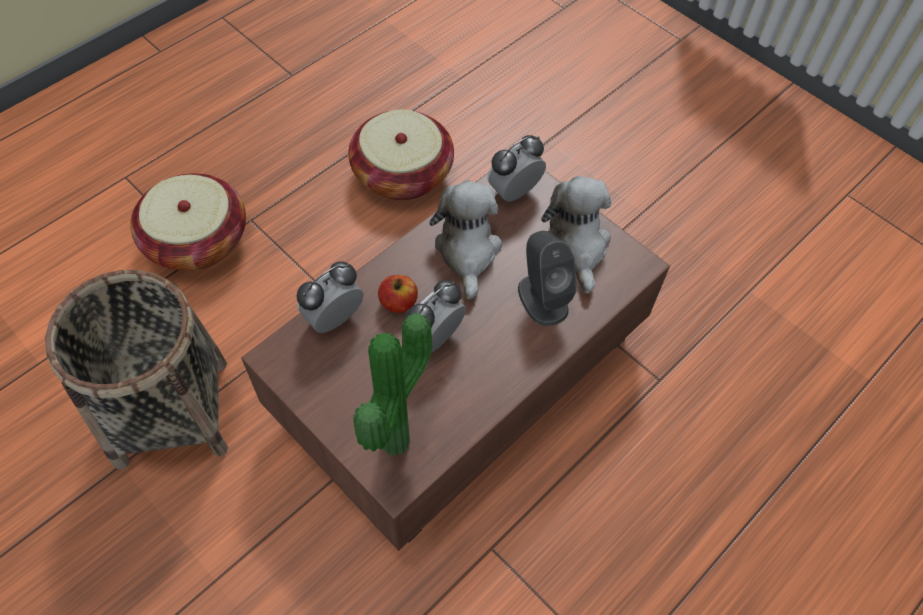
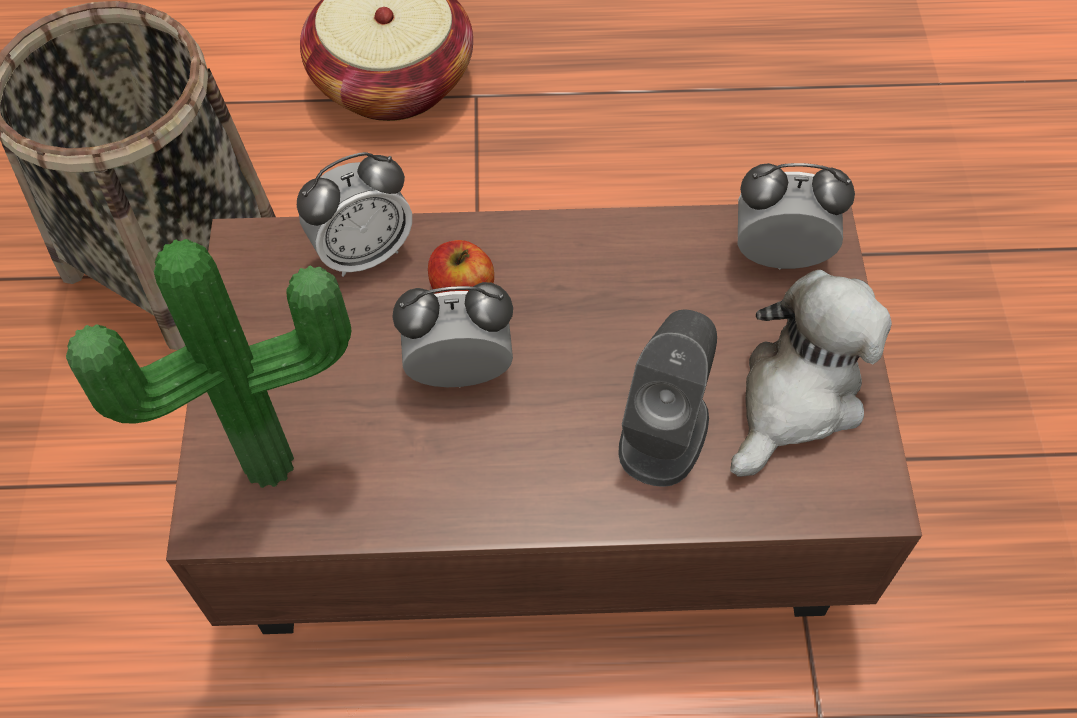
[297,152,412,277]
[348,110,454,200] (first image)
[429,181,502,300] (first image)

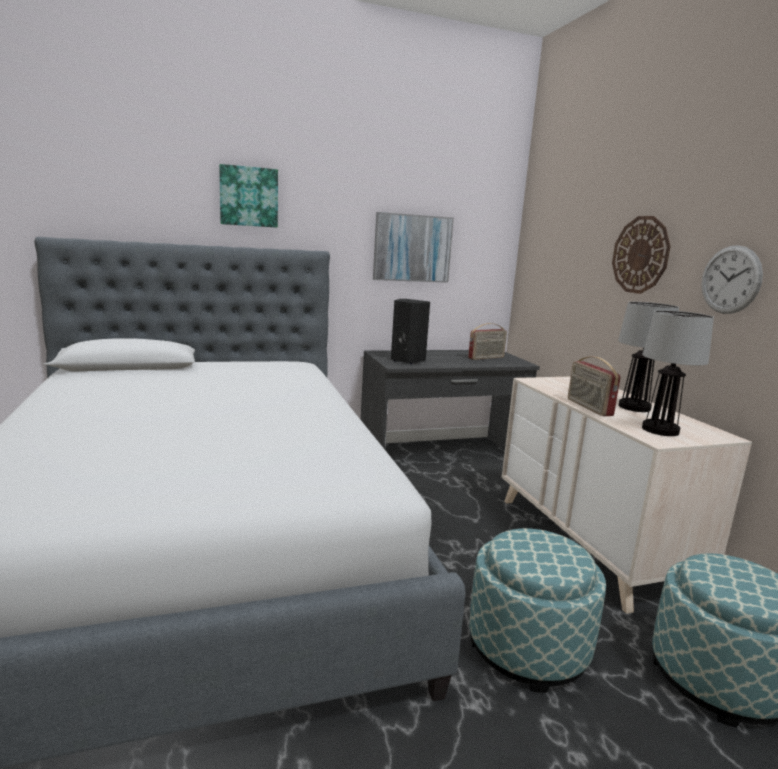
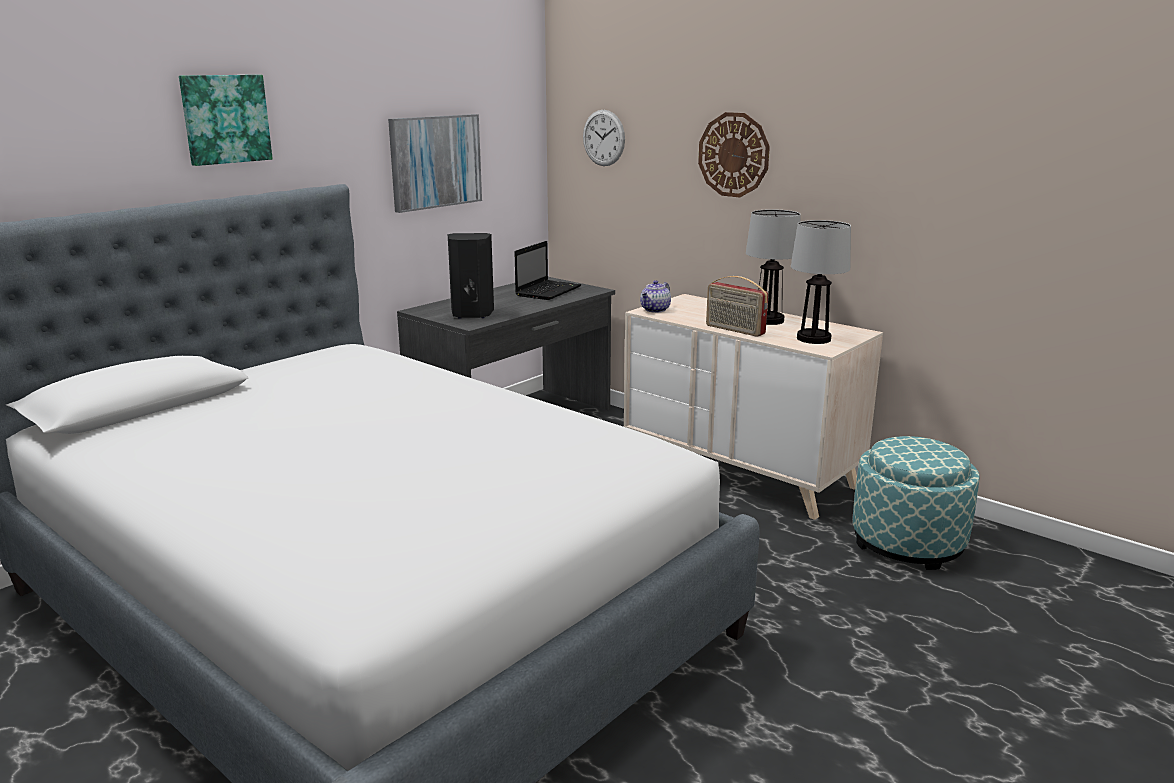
[514,241,581,300]
[583,110,625,166]
[640,280,671,313]
[469,528,606,693] (first image)

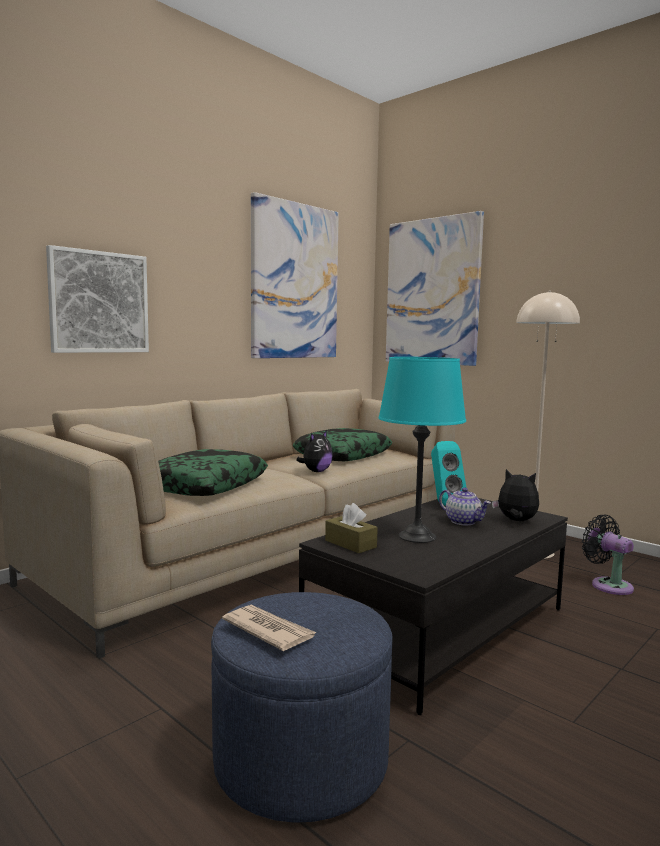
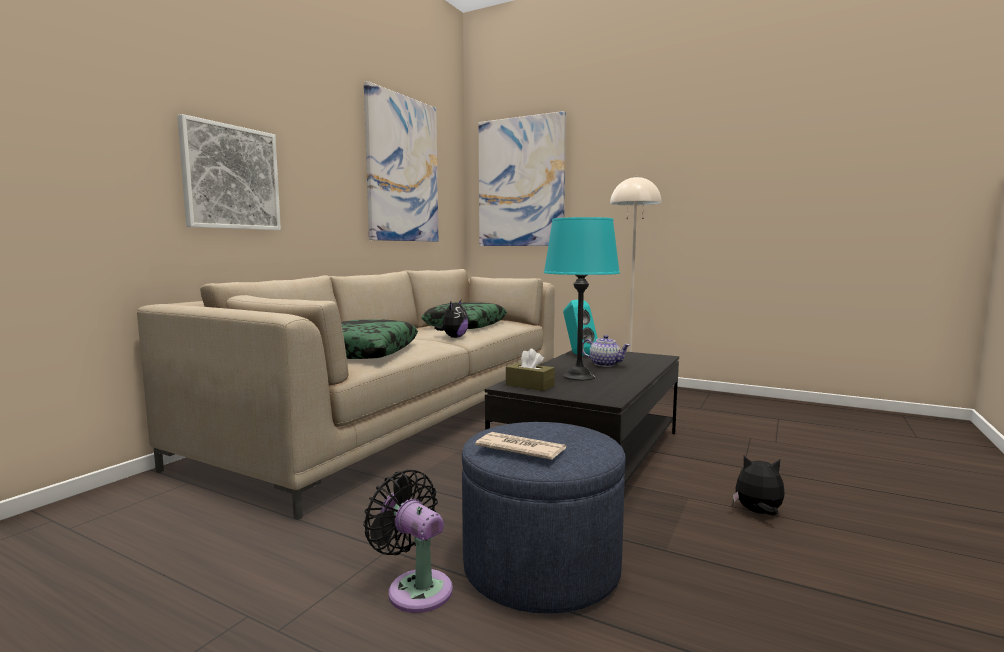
[363,470,453,613]
[733,456,785,515]

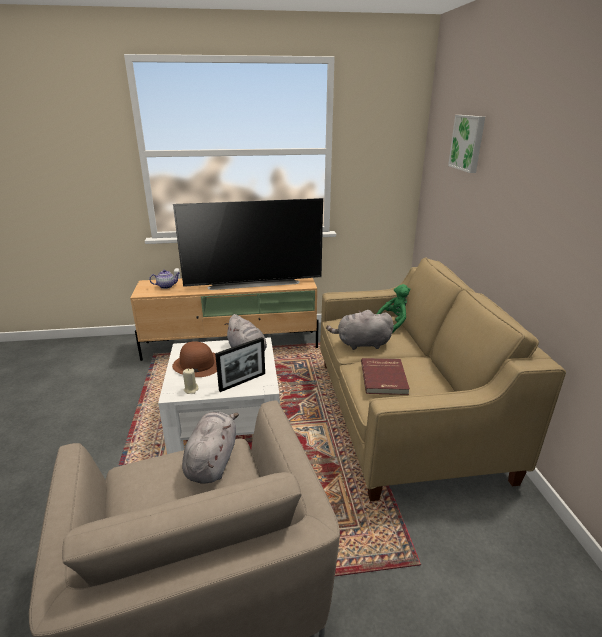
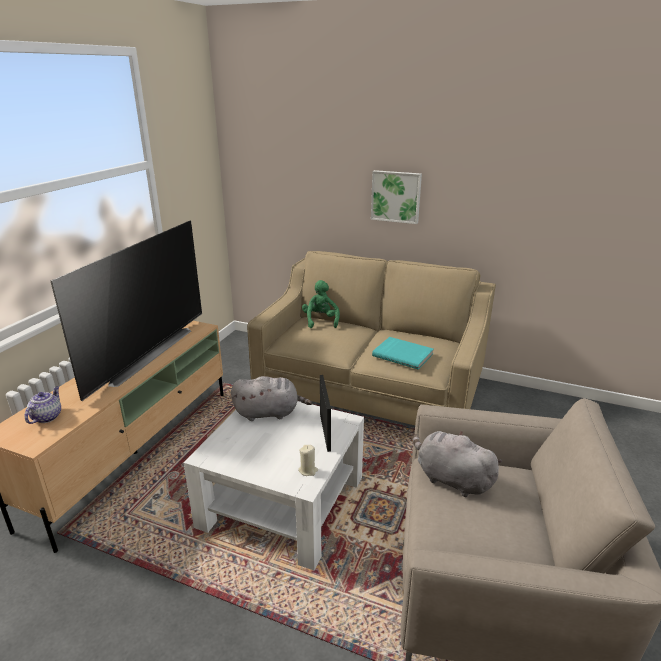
[371,170,422,224]
[372,337,434,370]
[172,341,217,377] (first image)
[326,310,394,350] (first image)

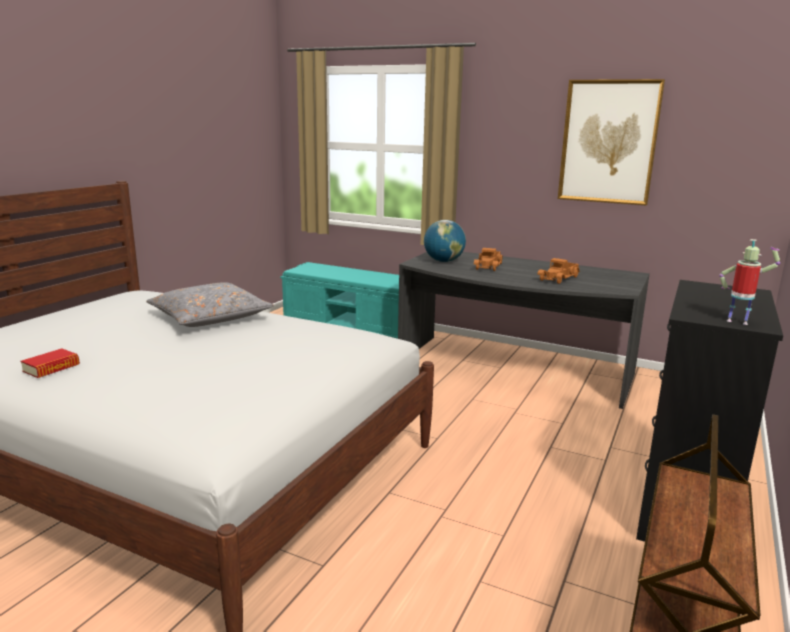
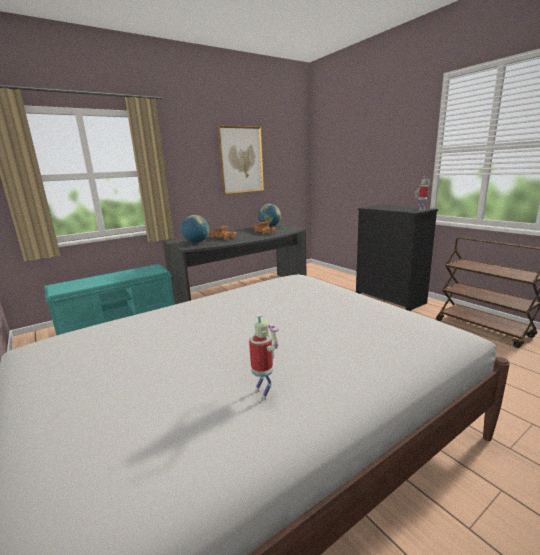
[249,314,279,400]
[258,204,281,227]
[146,282,274,327] (first image)

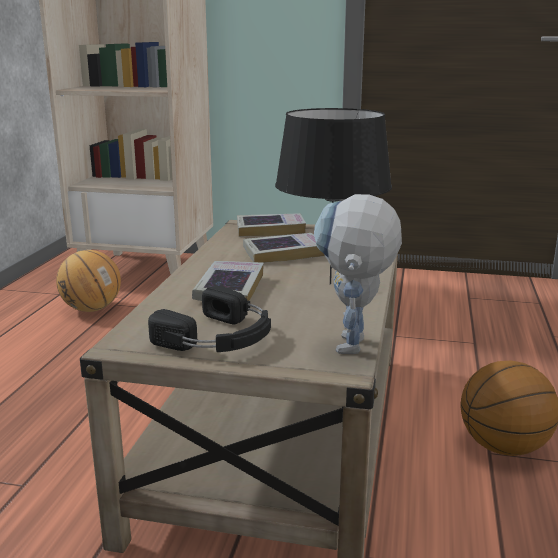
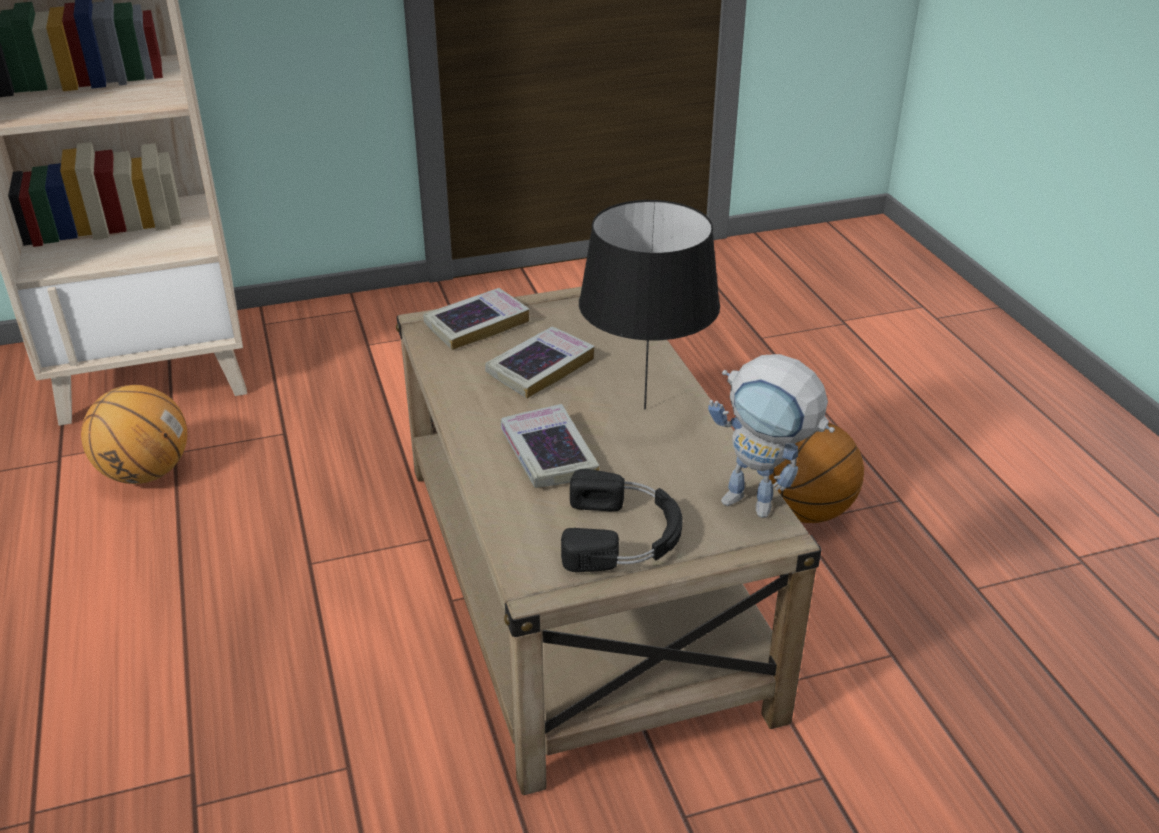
[708,354,835,518]

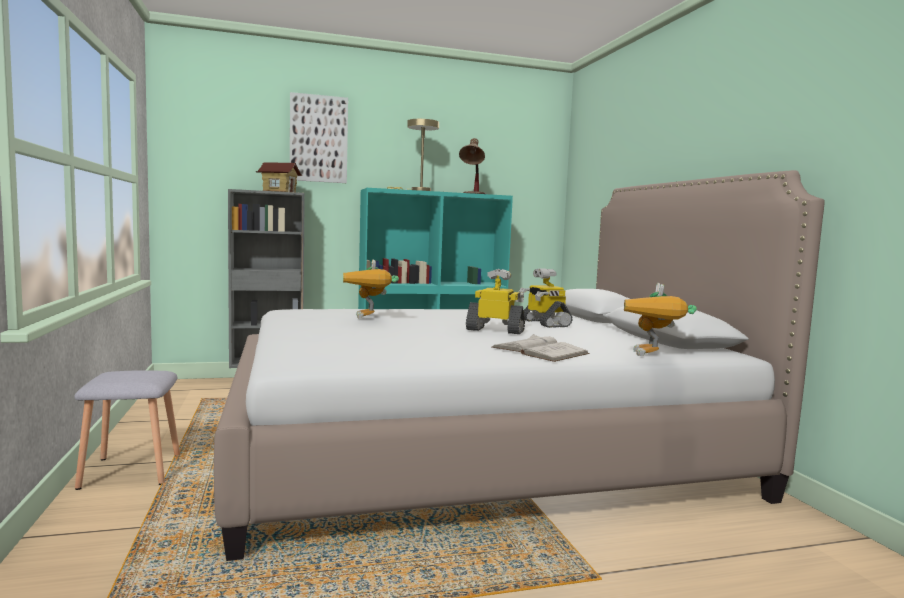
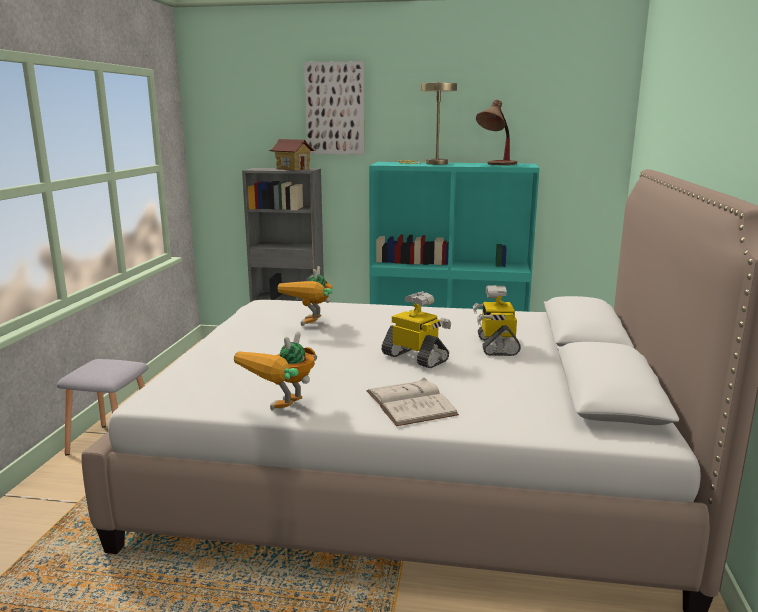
[234,331,317,410]

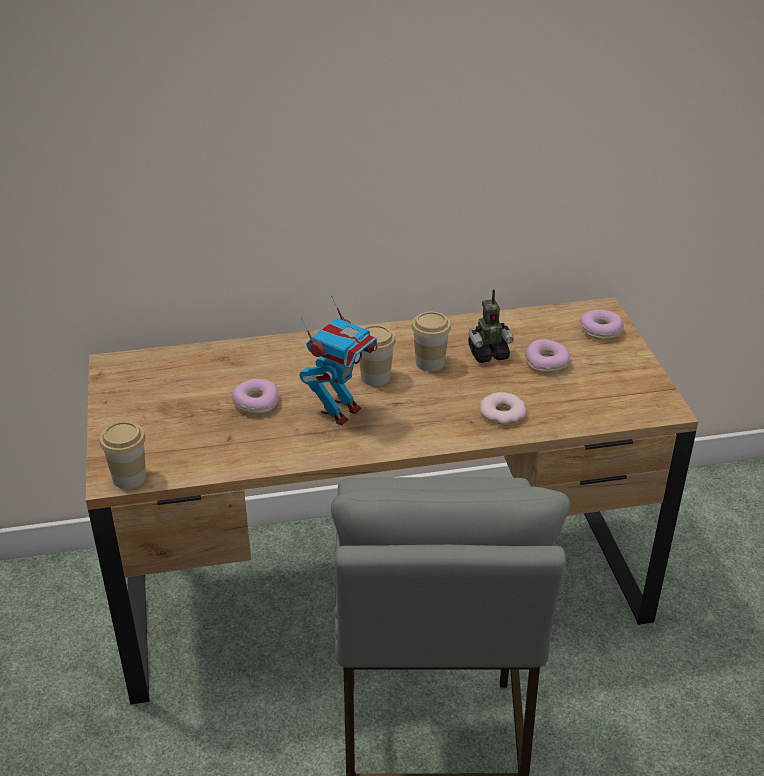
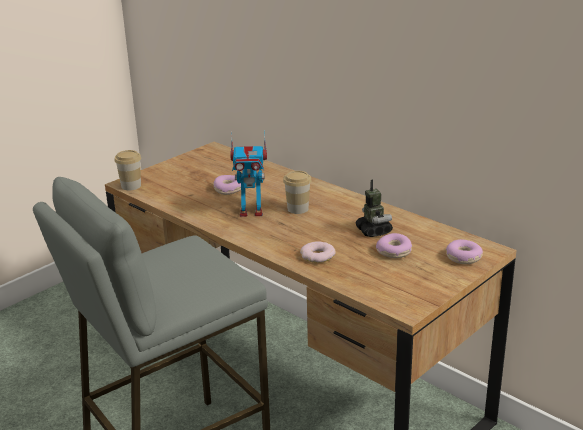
[355,179,393,237]
[412,312,451,371] (first image)

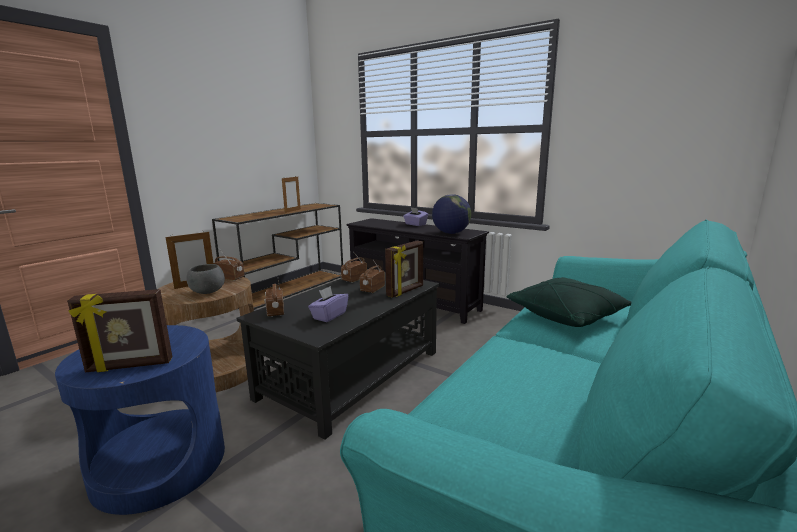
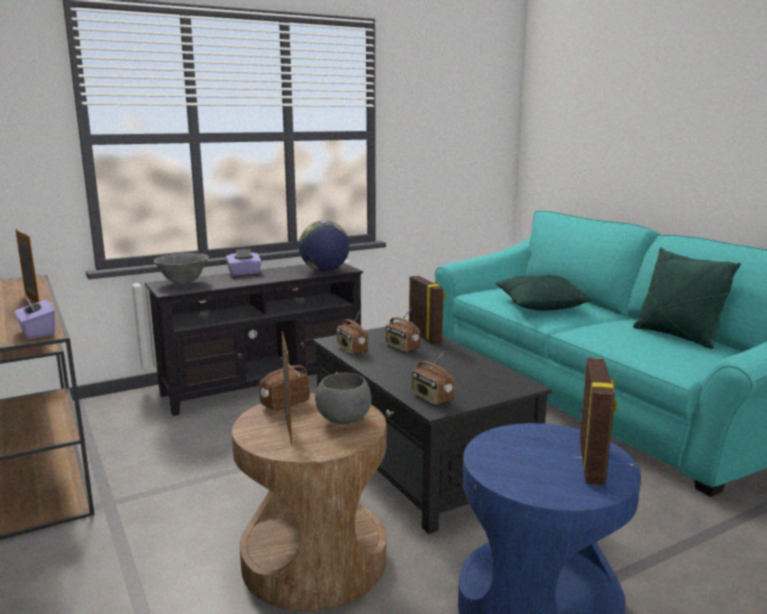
[14,294,55,339]
[154,253,209,284]
[411,351,454,405]
[633,248,741,349]

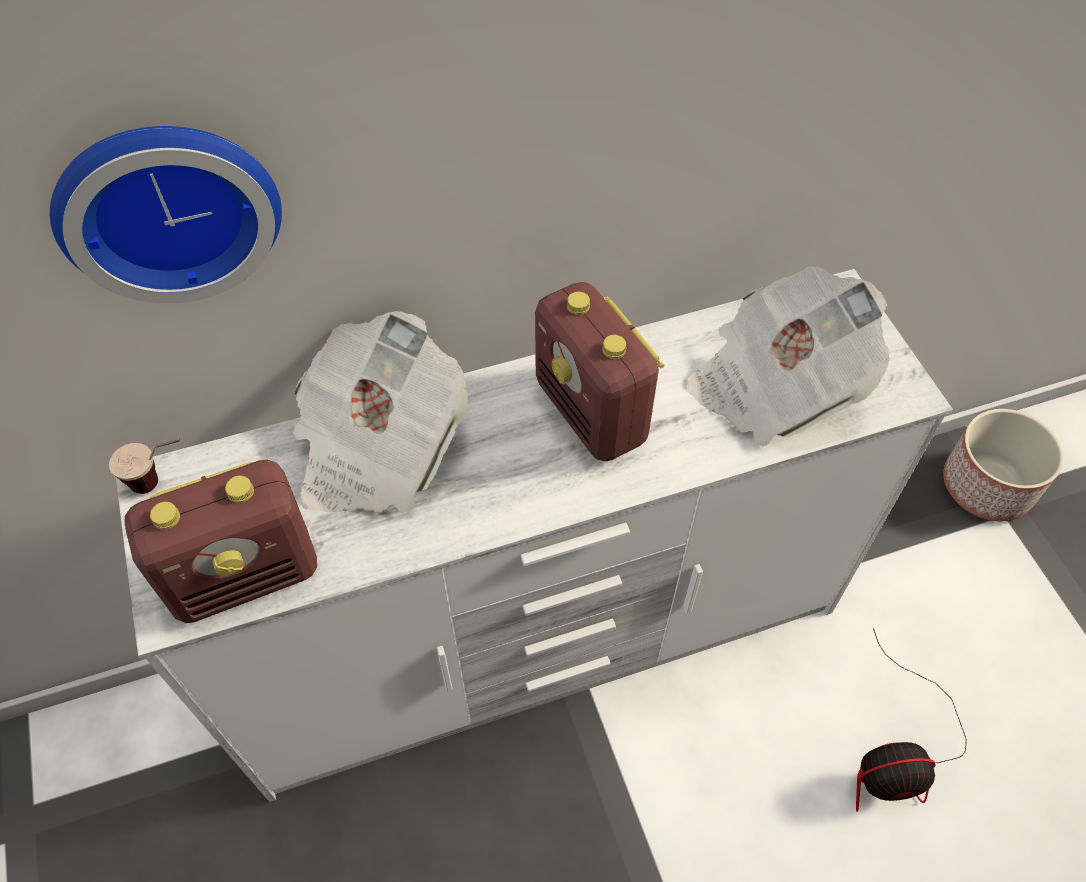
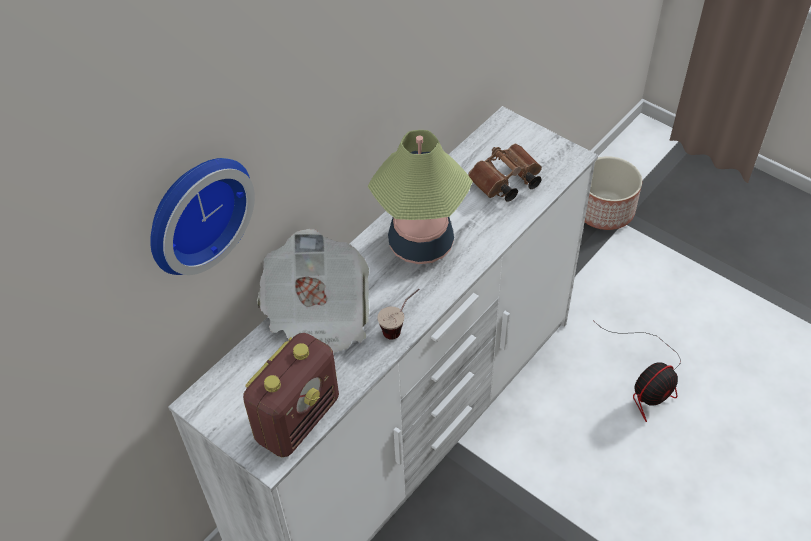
[368,130,473,264]
[377,289,420,340]
[468,144,542,202]

